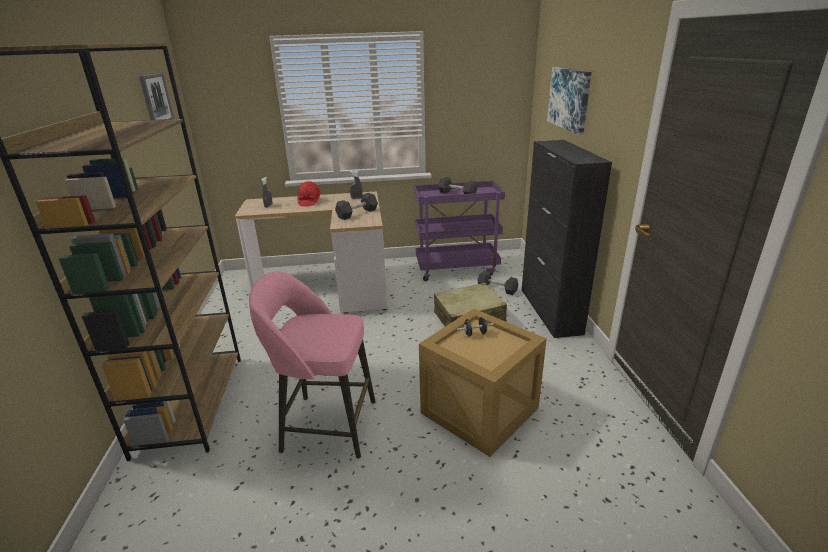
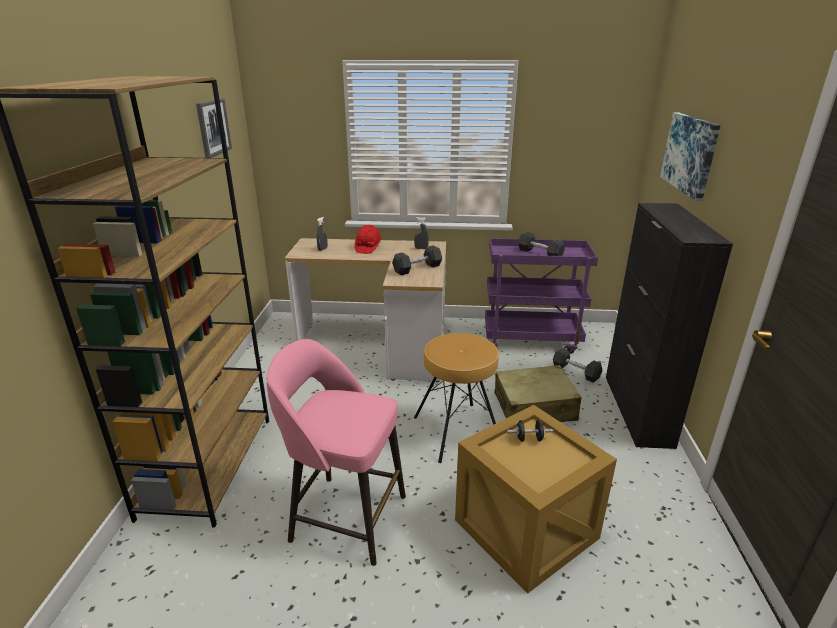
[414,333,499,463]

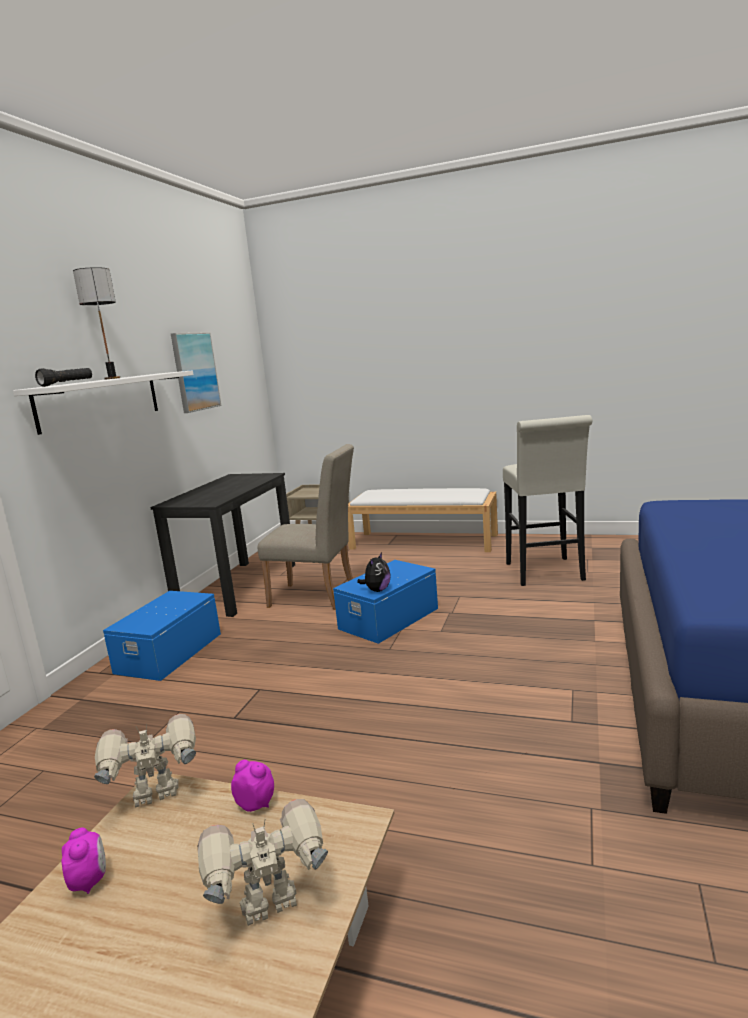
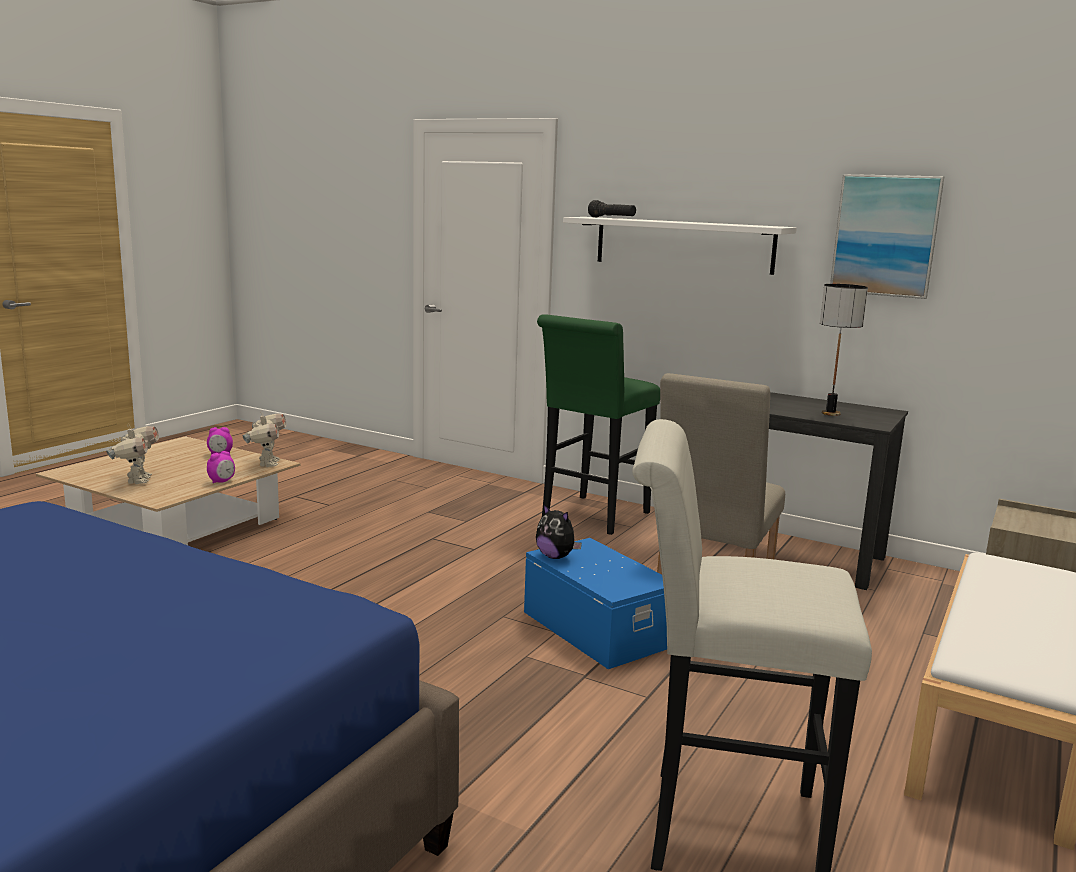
[537,314,660,535]
[820,284,868,416]

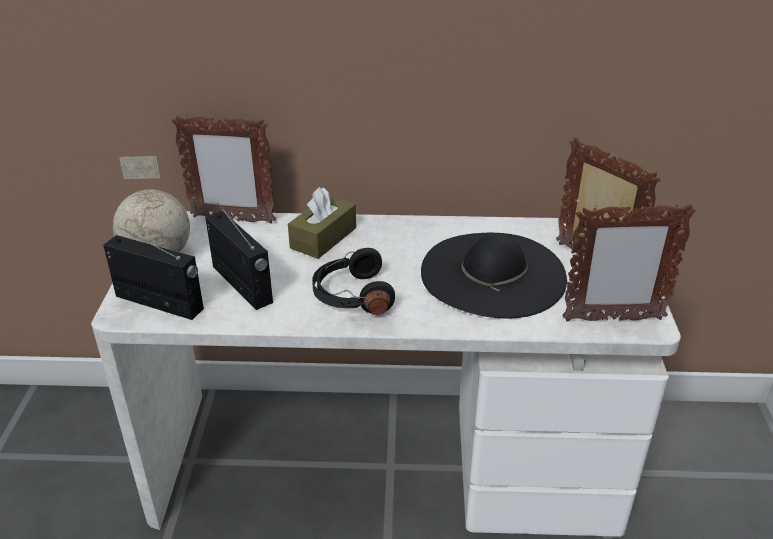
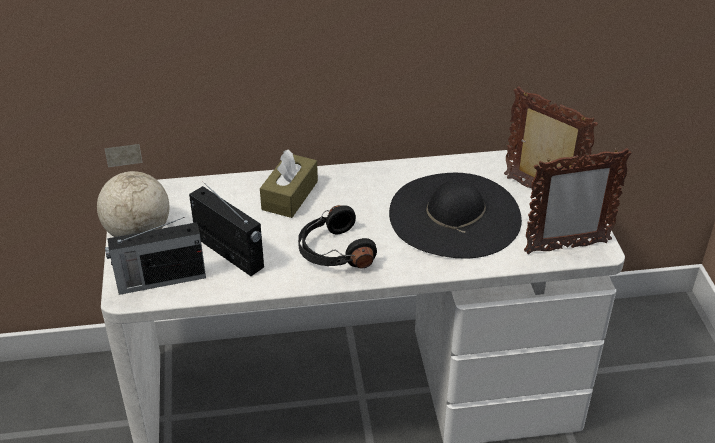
[105,217,206,295]
[172,115,276,224] (first image)

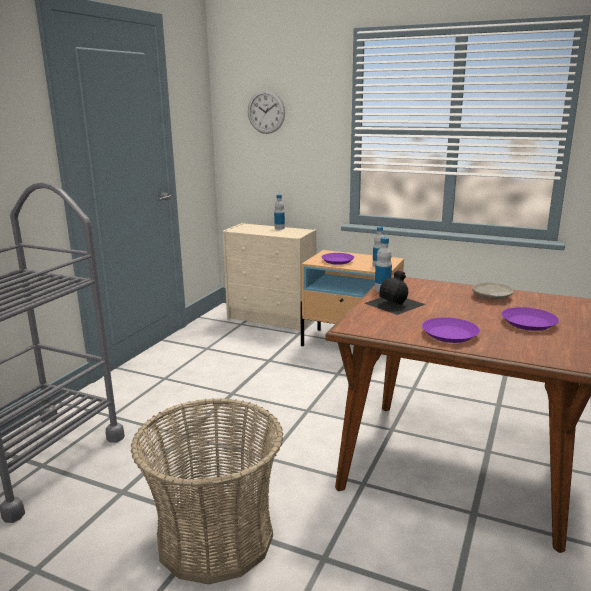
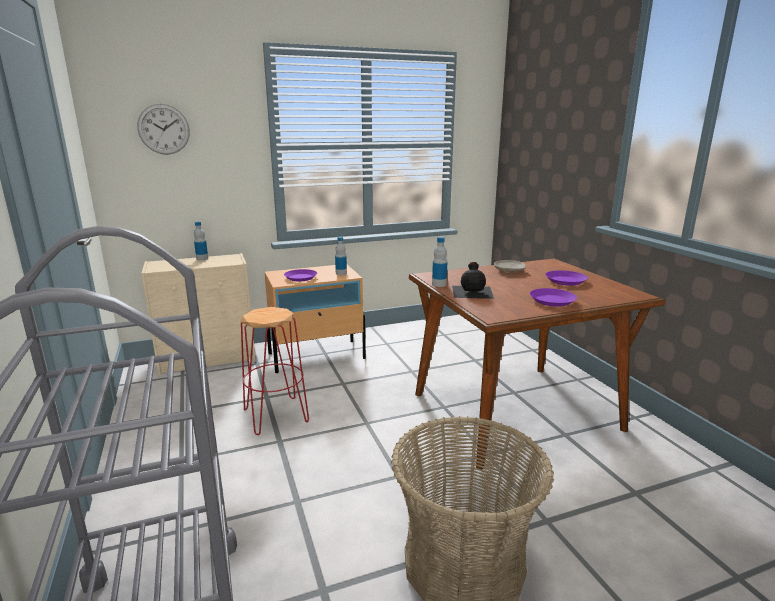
[241,307,309,435]

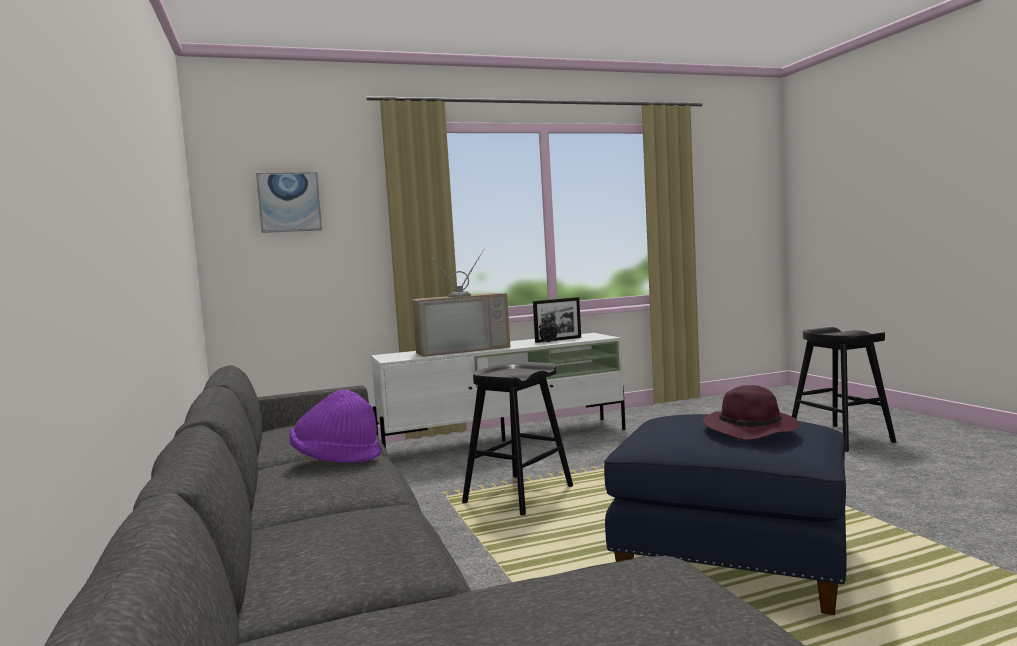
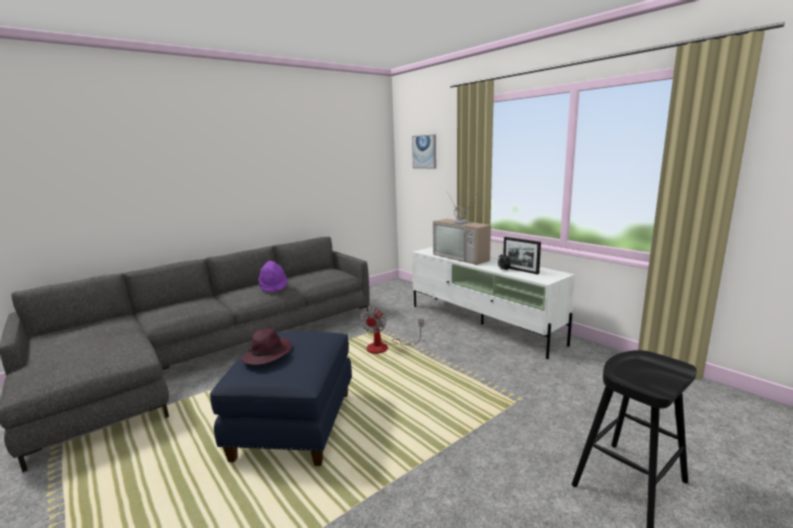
[359,307,424,354]

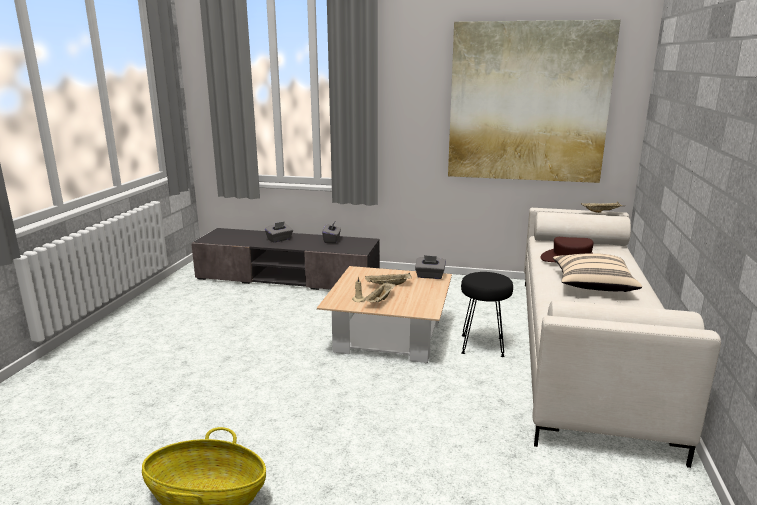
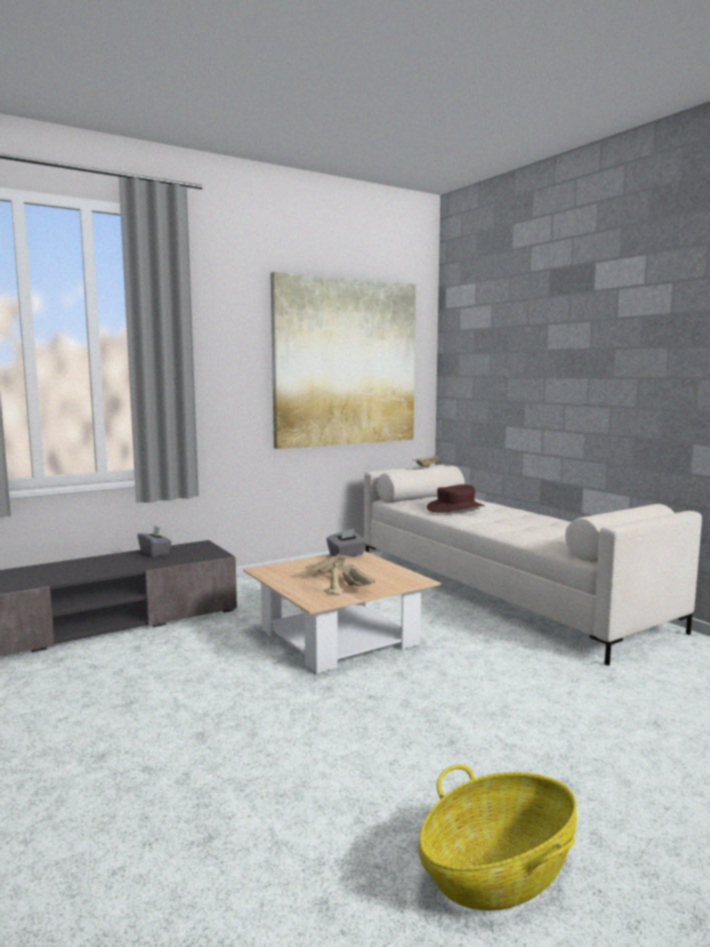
[265,221,293,243] (first image)
[461,272,513,357] (first image)
[553,253,642,292] (first image)

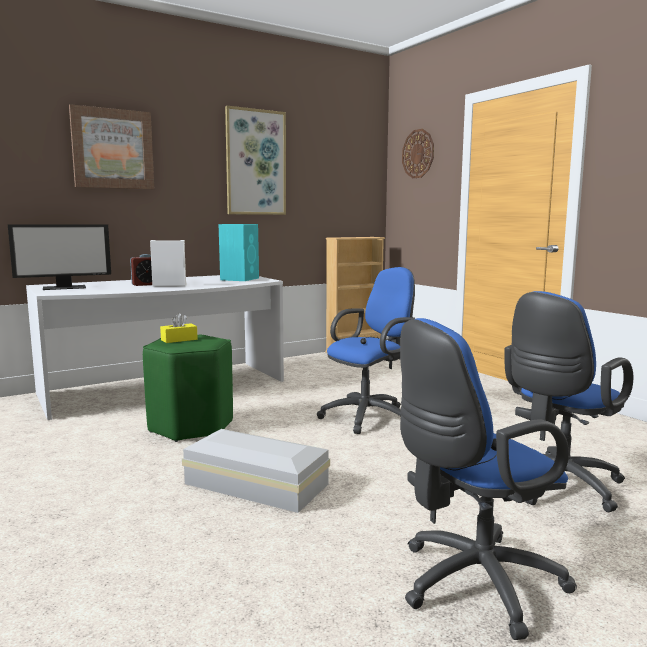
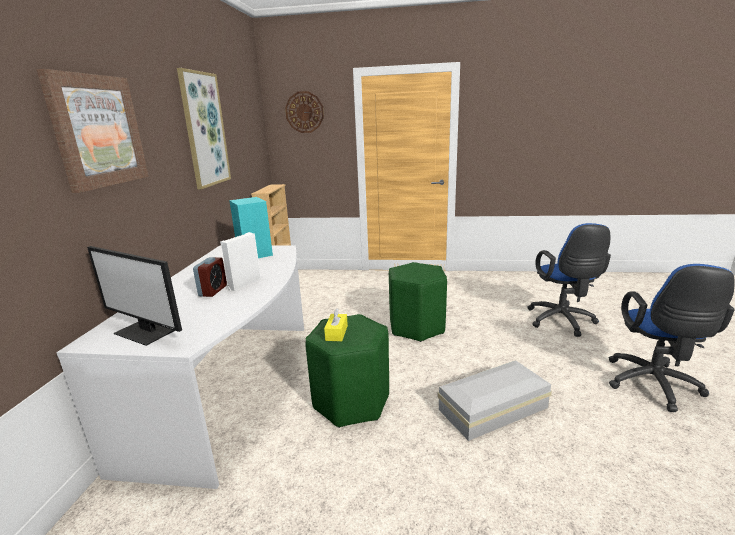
[87,246,182,346]
[389,262,447,342]

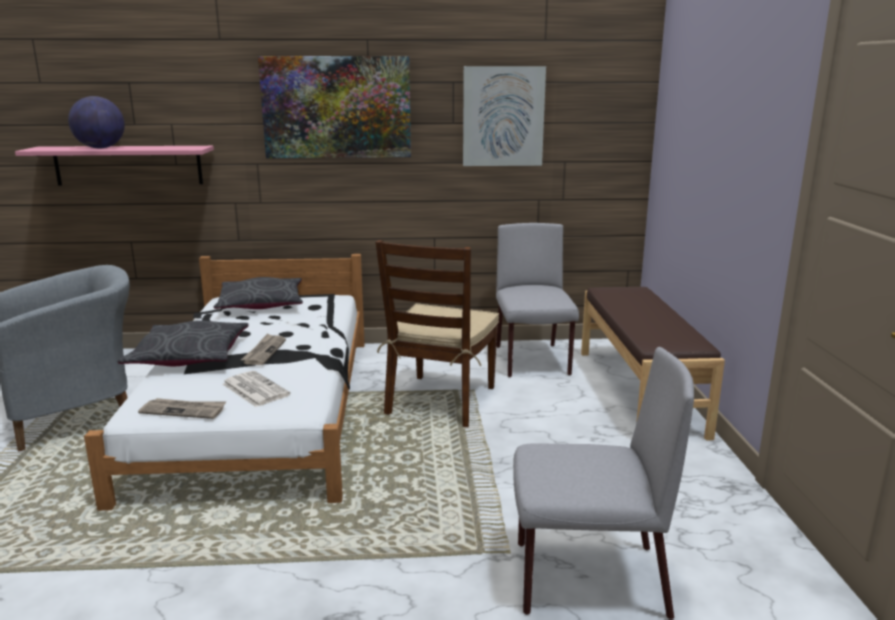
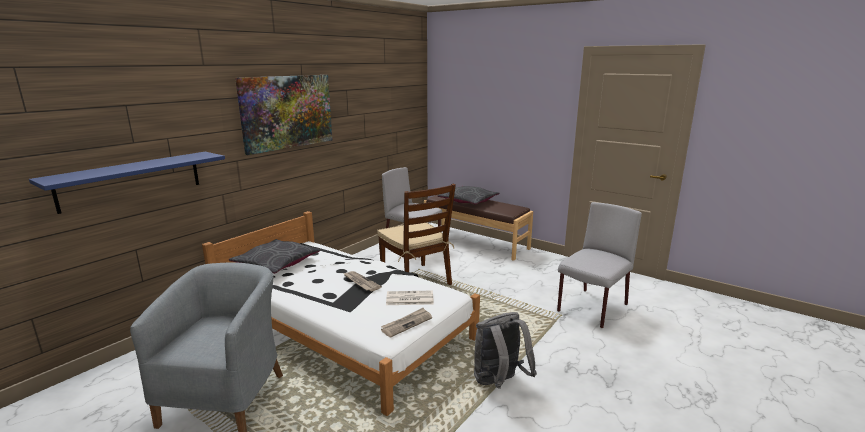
[29,152,225,214]
[438,186,500,205]
[474,312,537,389]
[68,96,125,148] (first image)
[463,66,546,166] (first image)

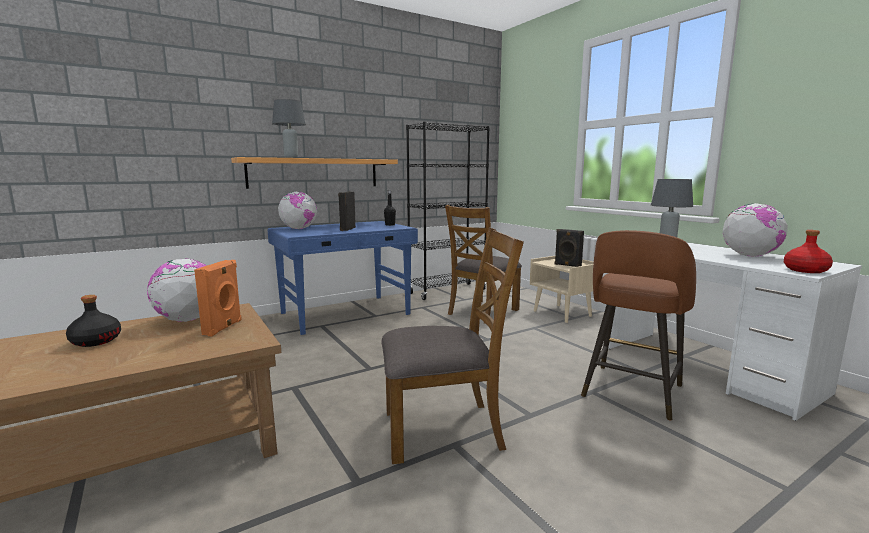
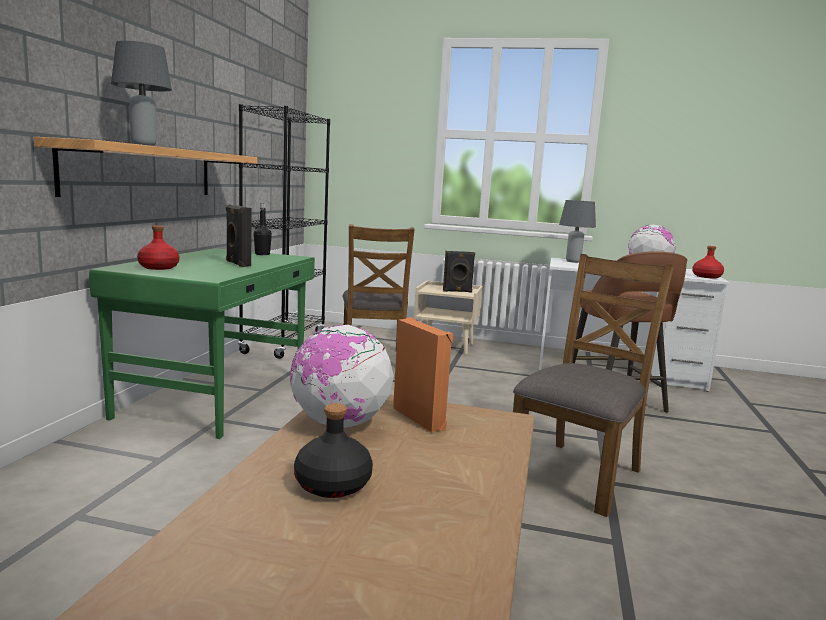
[89,248,315,439]
[137,225,179,270]

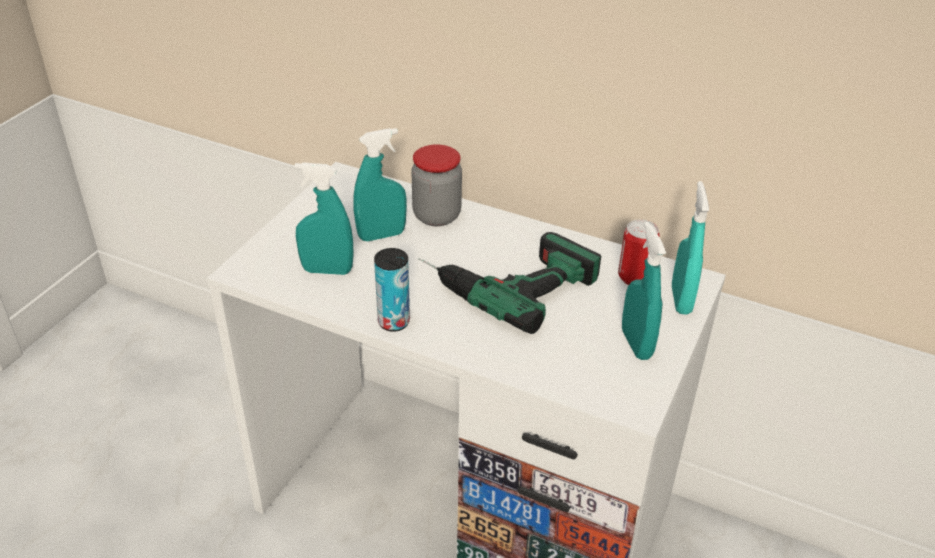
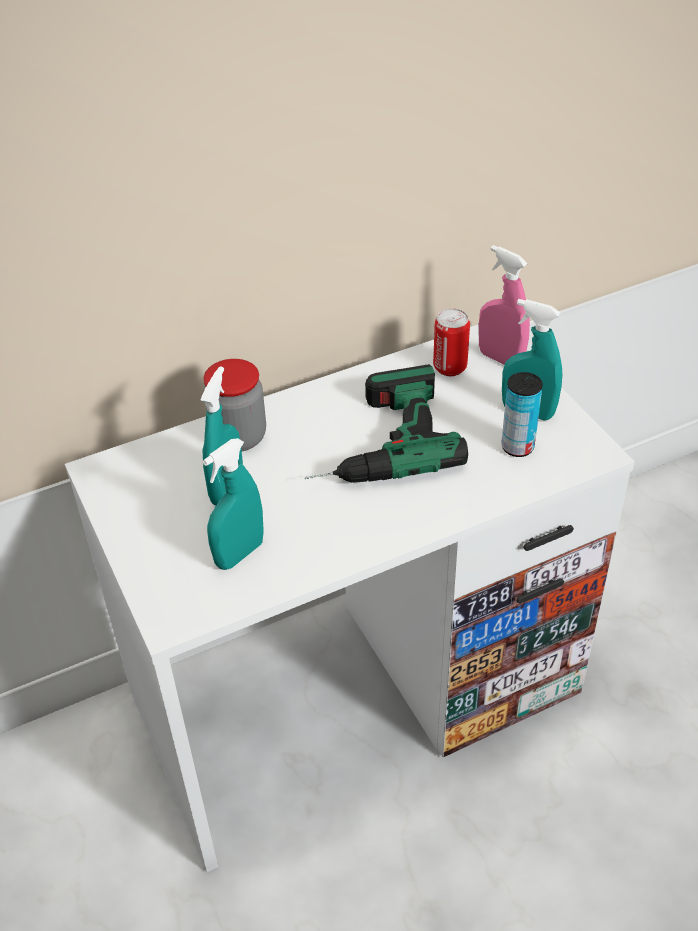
[479,245,530,365]
[501,372,543,457]

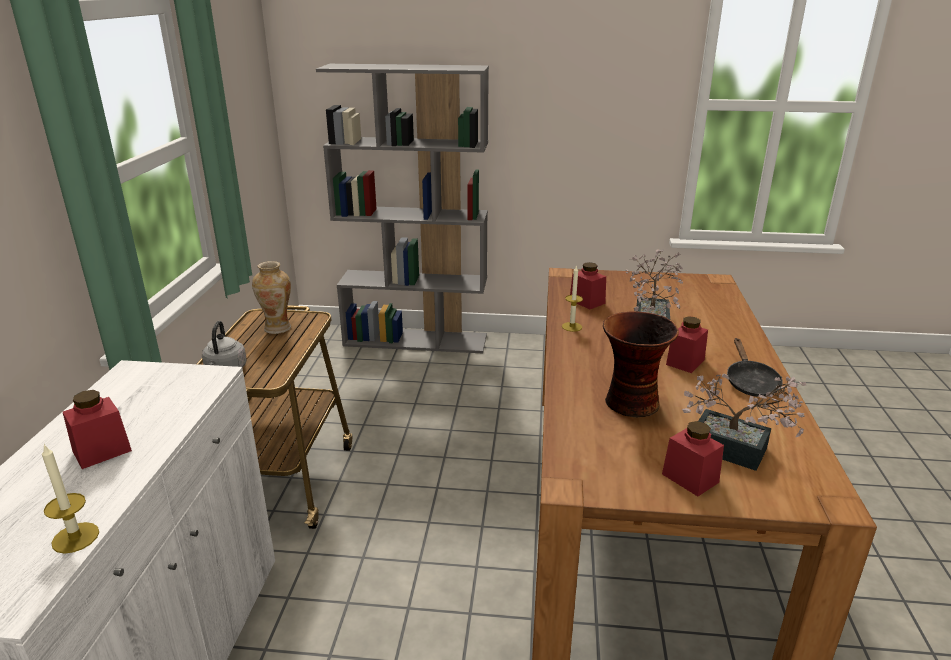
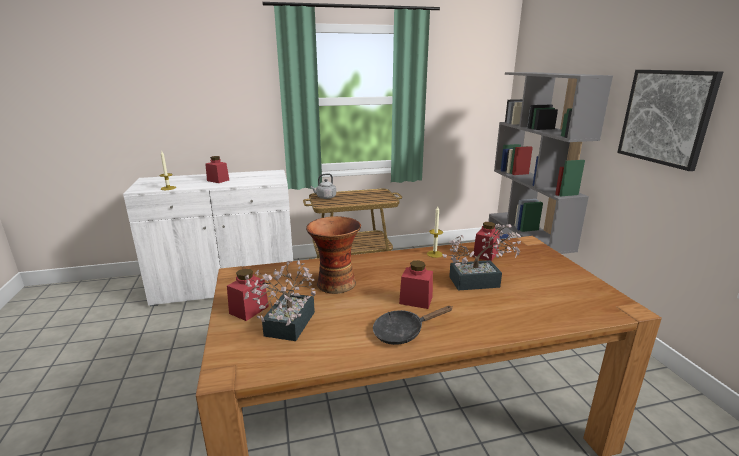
[617,70,723,171]
[252,261,291,334] (first image)

